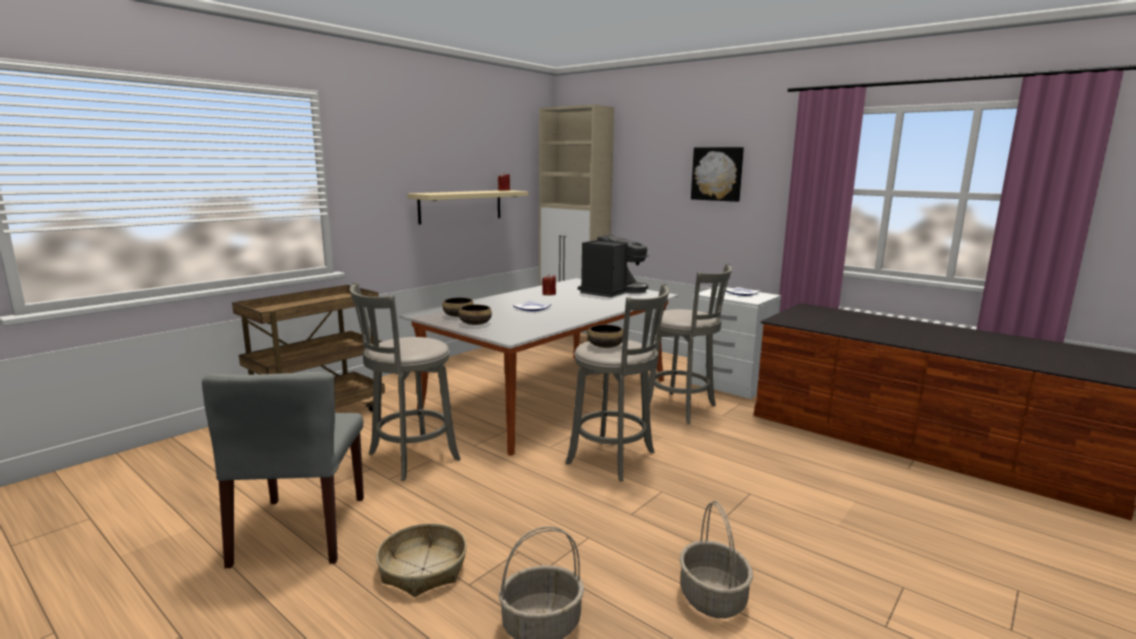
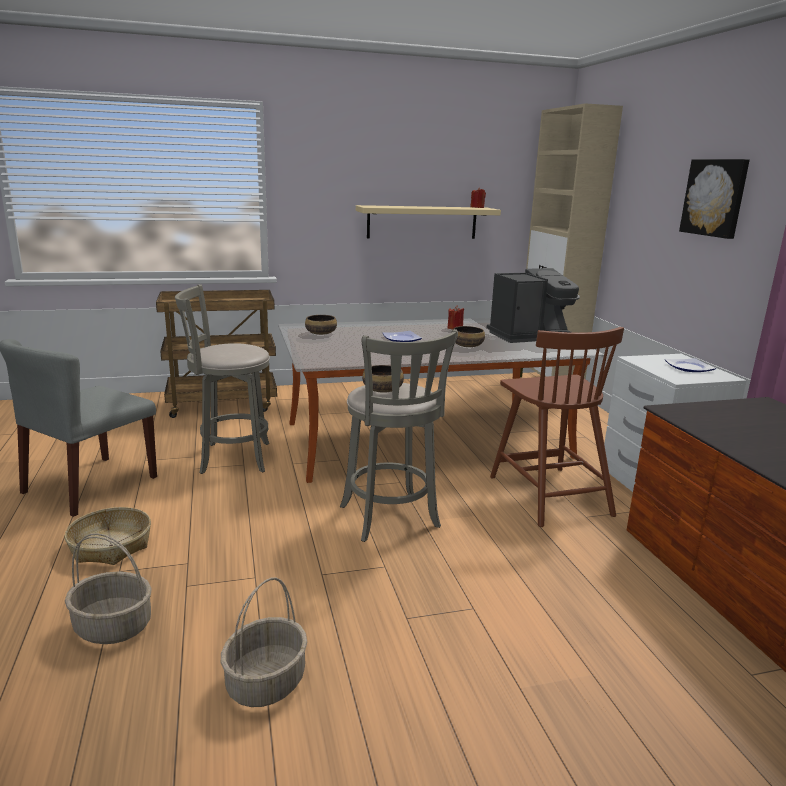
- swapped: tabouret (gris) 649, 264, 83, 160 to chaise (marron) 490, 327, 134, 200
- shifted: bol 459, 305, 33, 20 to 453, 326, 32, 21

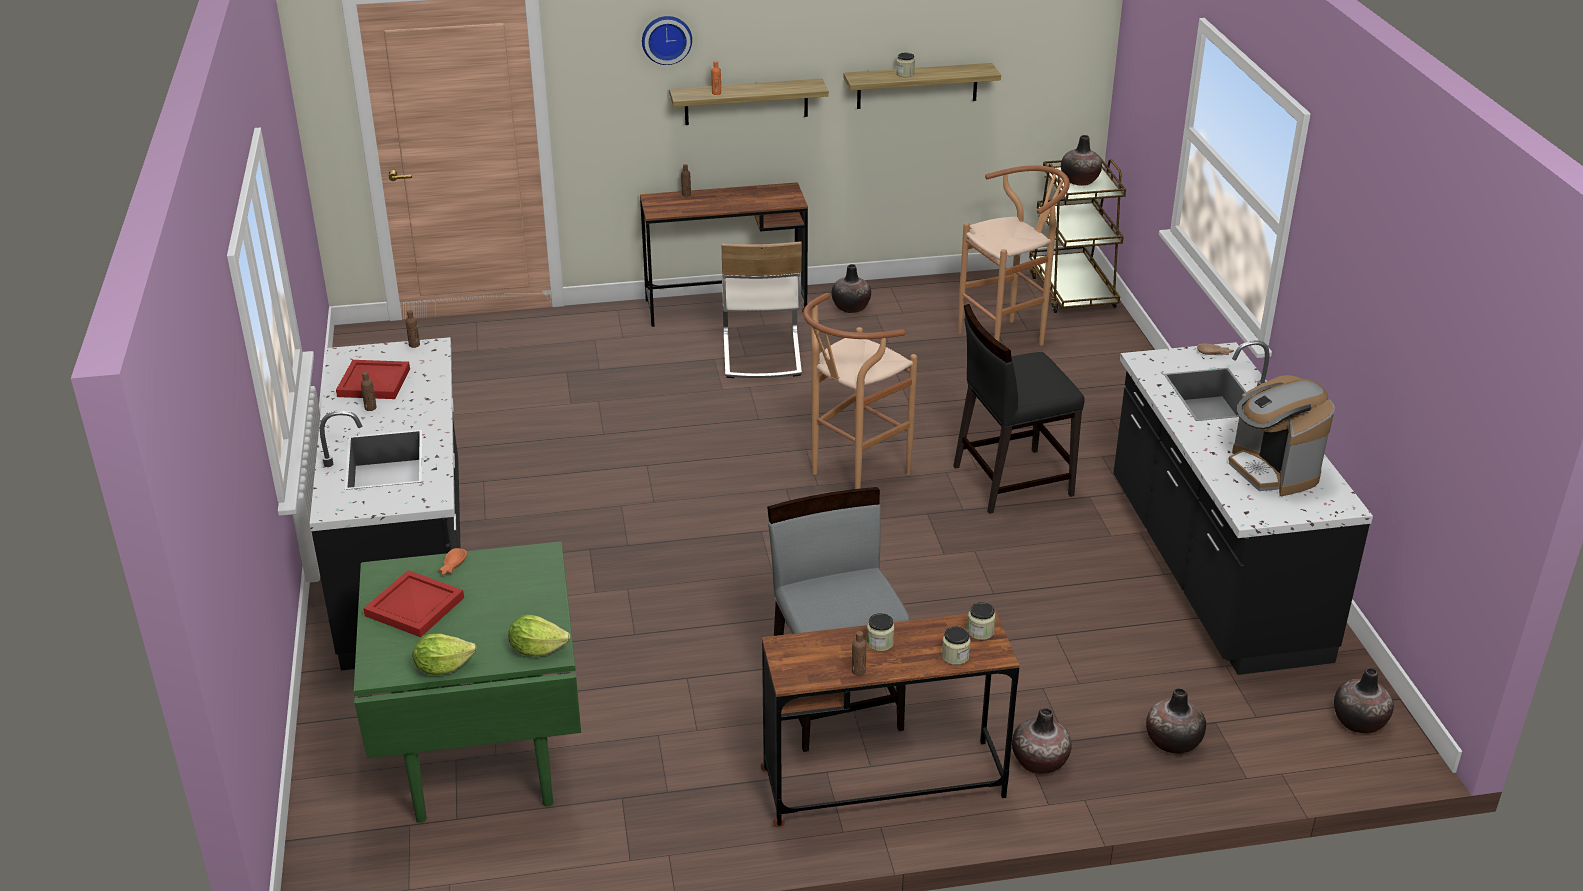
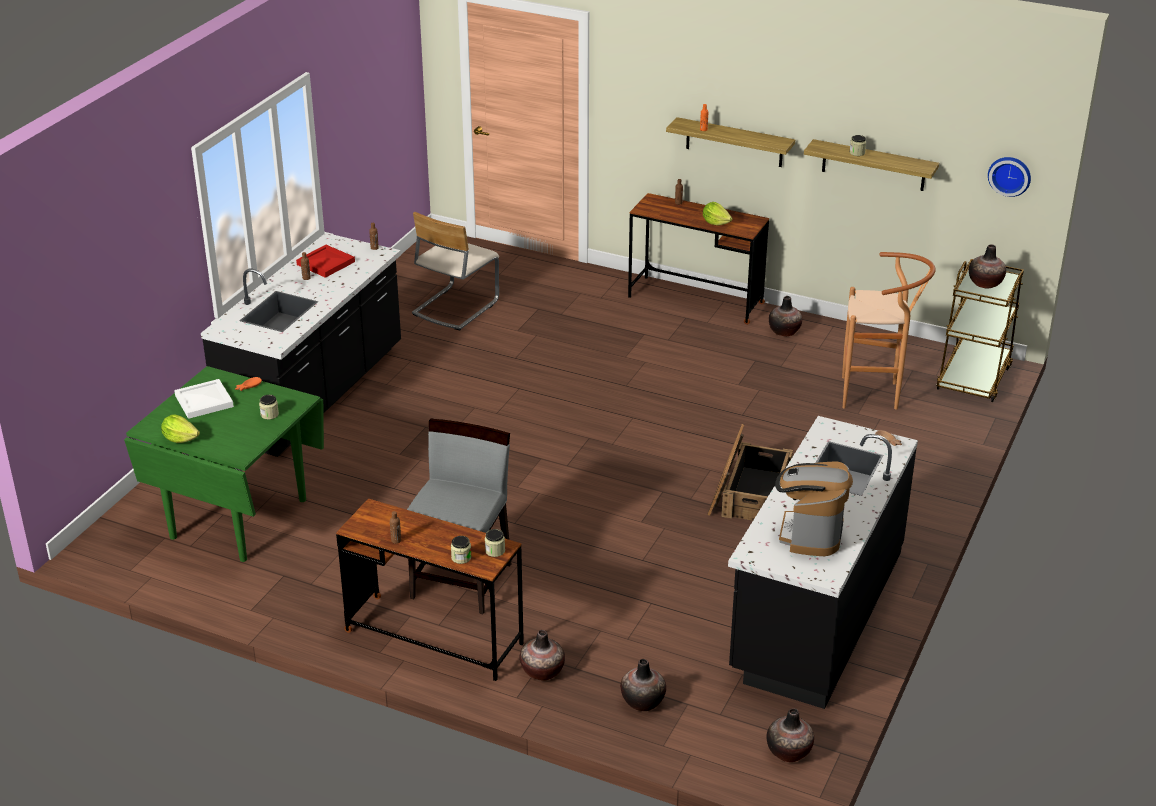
- shifted: horloge murale 642, 16, 50, 49 to 988, 157, 43, 40
- shifted: chaise (beige) 721, 241, 81, 137 to 412, 212, 87, 118
- gone: tabouret (marron) 803, 293, 114, 196
- swapped: chaise (noir) 953, 304, 132, 210 to caisse 707, 424, 86, 97
- repainted: plateau (rouge) 363, 570, 101, 67 to plateau (blanc) 174, 379, 60, 40
- shifted: bocal 866, 613, 29, 38 to 259, 395, 20, 25
- shifted: laitue 508, 615, 62, 42 to 703, 202, 29, 23

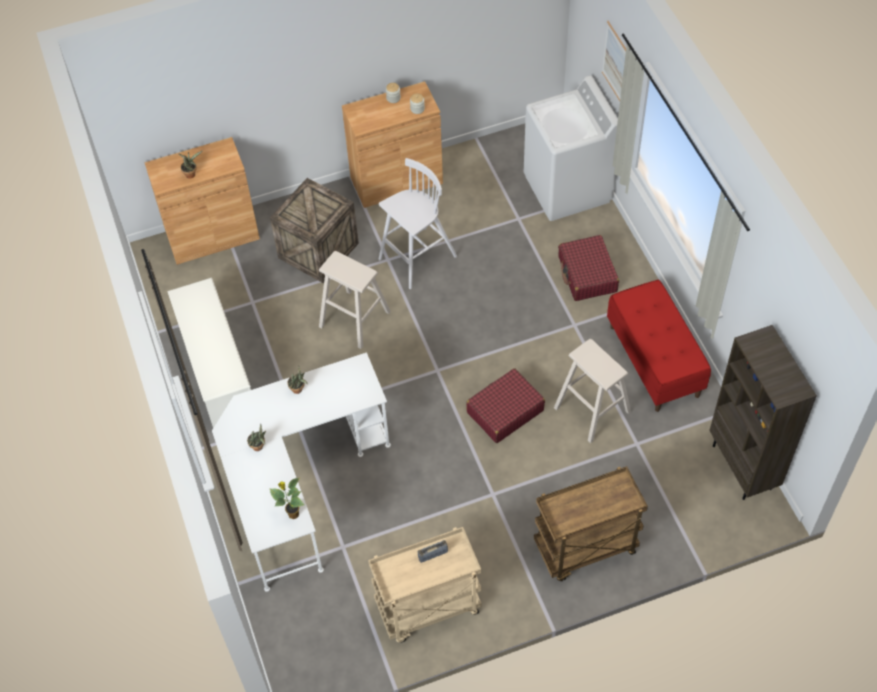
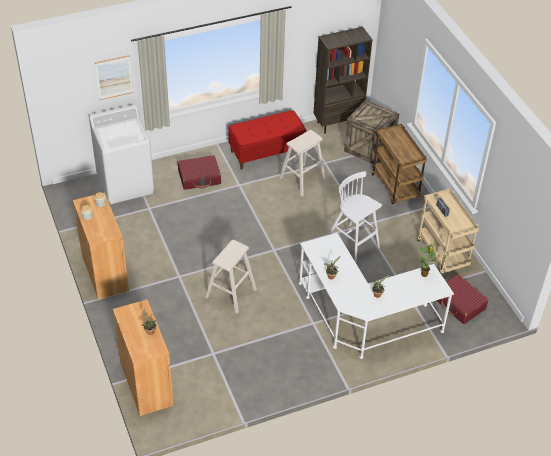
- shifted: tabouret (blanc) 379, 158, 78, 131 to 328, 171, 54, 92
- shifted: caisse 270, 178, 89, 105 to 344, 100, 55, 64
- gone: étagère à chaussures (blanc) 167, 278, 84, 150
- shifted: valise (rouge) 466, 368, 79, 75 to 436, 274, 52, 50

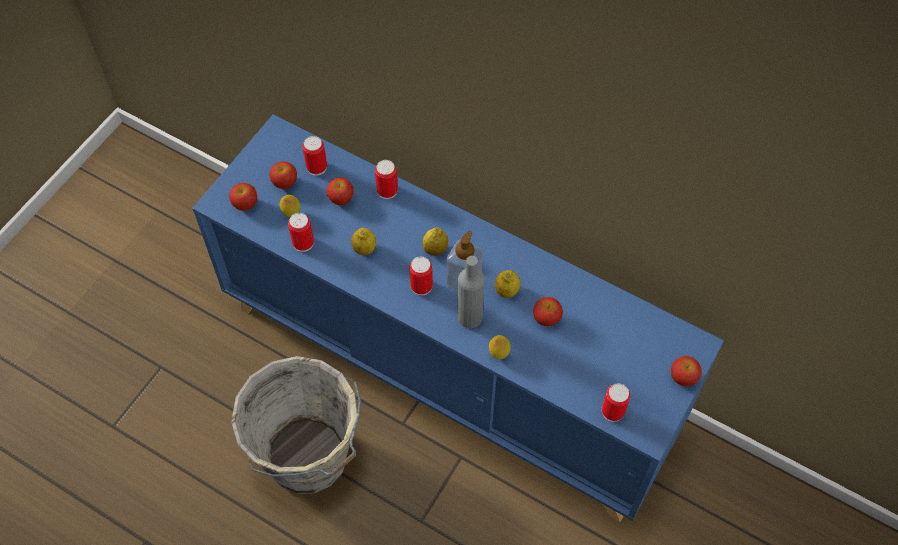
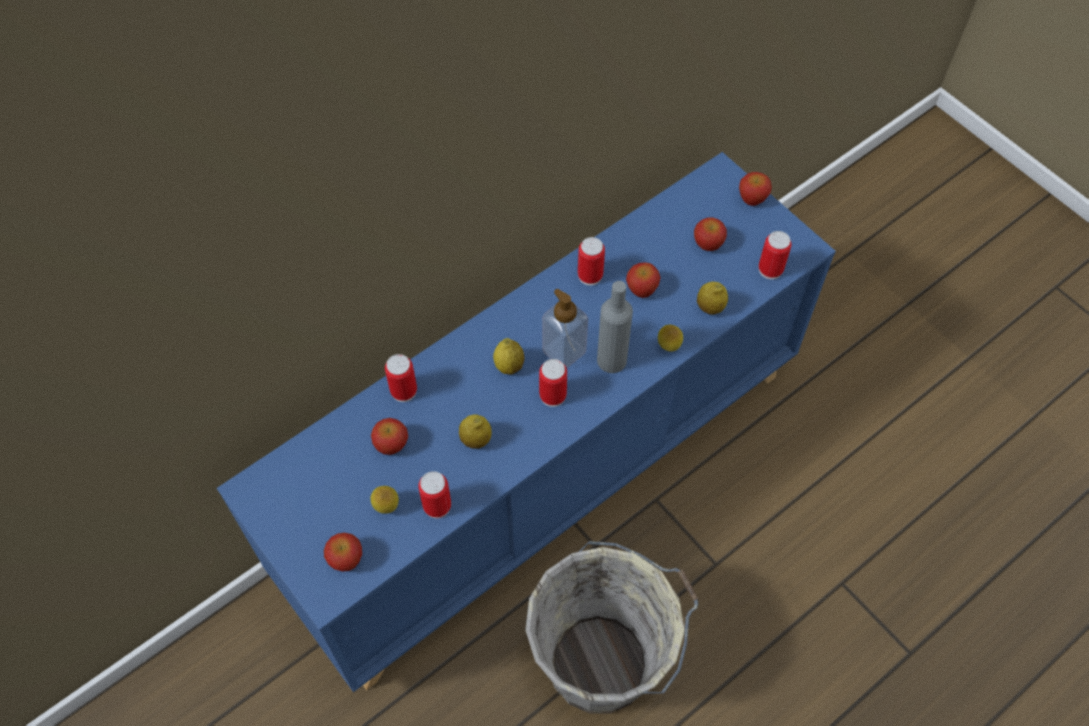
- shifted: boîte métallique 303, 136, 24, 40 to 578, 237, 27, 49
- shifted: pomme 269, 161, 28, 28 to 694, 217, 33, 34
- shifted: citron 495, 270, 25, 28 to 697, 282, 31, 33

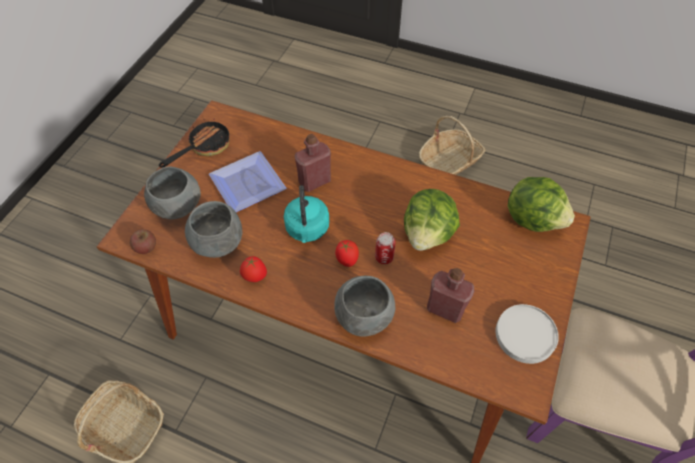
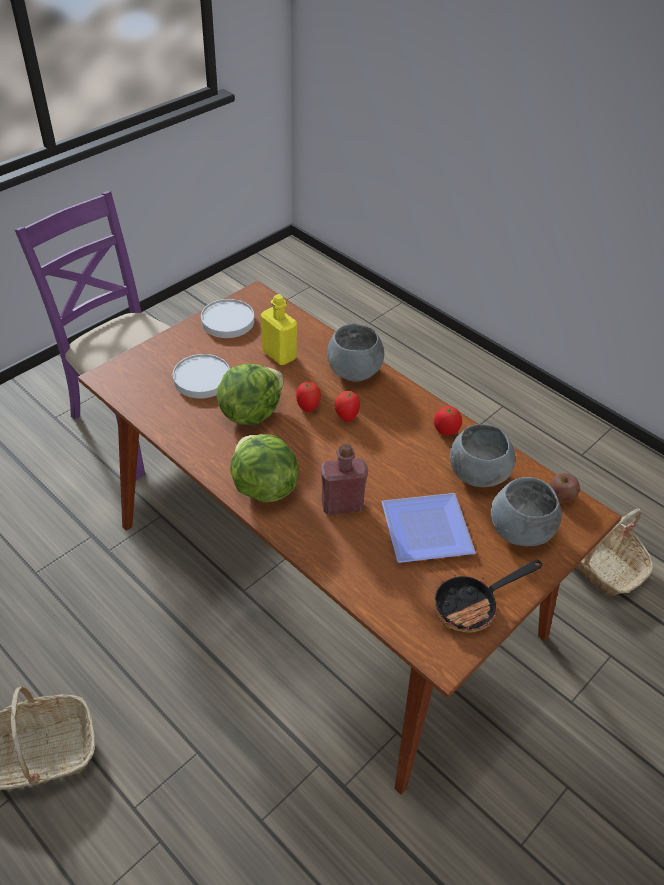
- shifted: laitue 508, 177, 67, 55 to 230, 434, 69, 68
- gone: bouilloire (turquoise) 284, 185, 45, 58
- swapped: boîte métallique 375, 232, 21, 32 to tomate 296, 382, 25, 30
- repainted: bouteille (rouge) 427, 268, 47, 55 to bouteille (jaune) 261, 294, 36, 71
- new: assiette (blanc) 173, 354, 57, 44

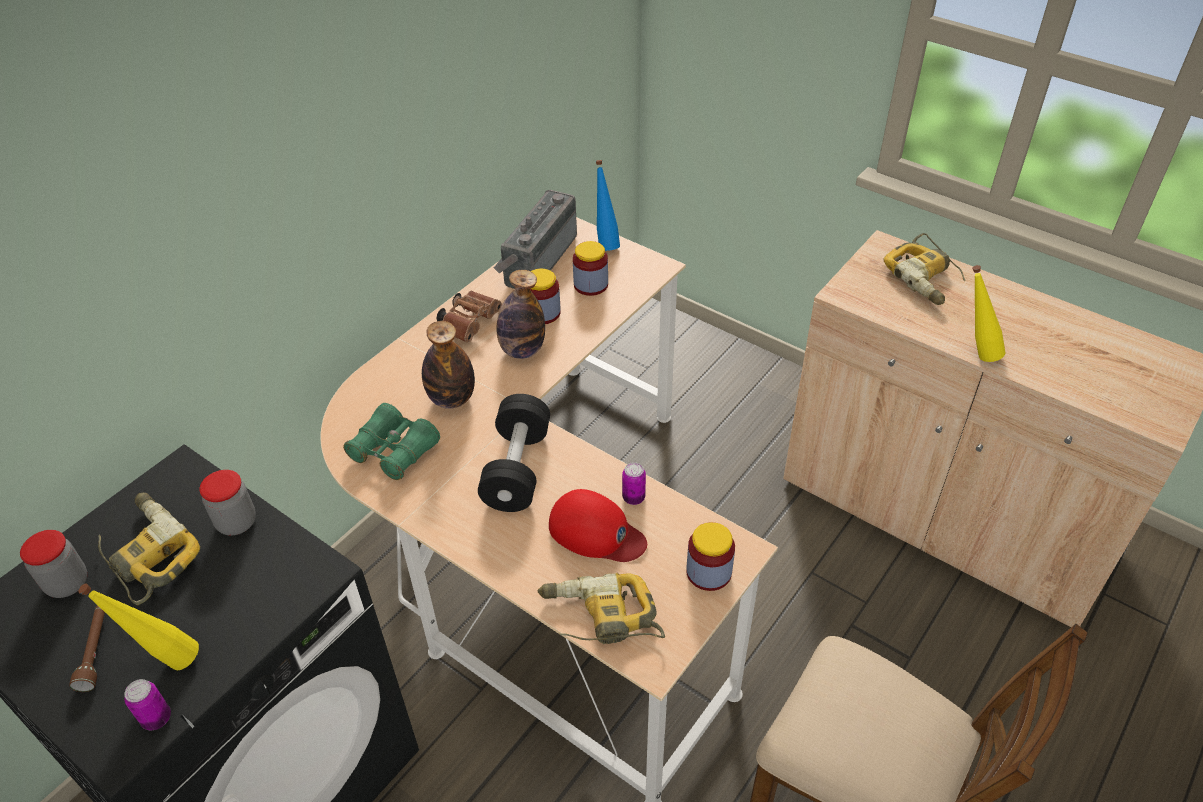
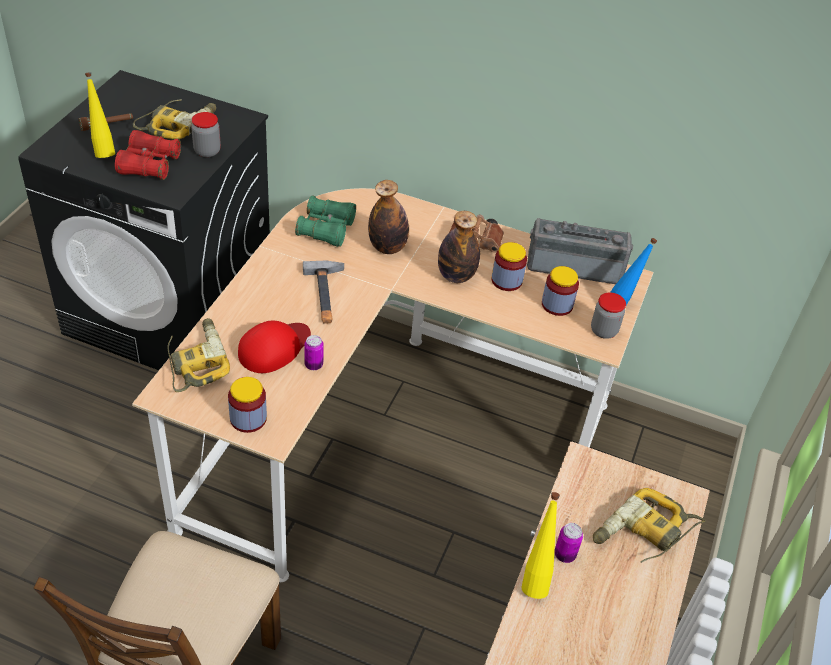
- swapped: haltère (noir) 478, 394, 72, 118 to marteau 303, 260, 41, 64
- rotated: casquette (rouge) 549, 489, 98, 73 = 238, 321, 73, 52 150 degrees counterclockwise
- shifted: bocal 20, 530, 67, 68 to 591, 292, 35, 47
- shifted: boîte métallique 124, 679, 47, 51 to 554, 523, 29, 40
- new: jumelles (rouge) 115, 130, 66, 50

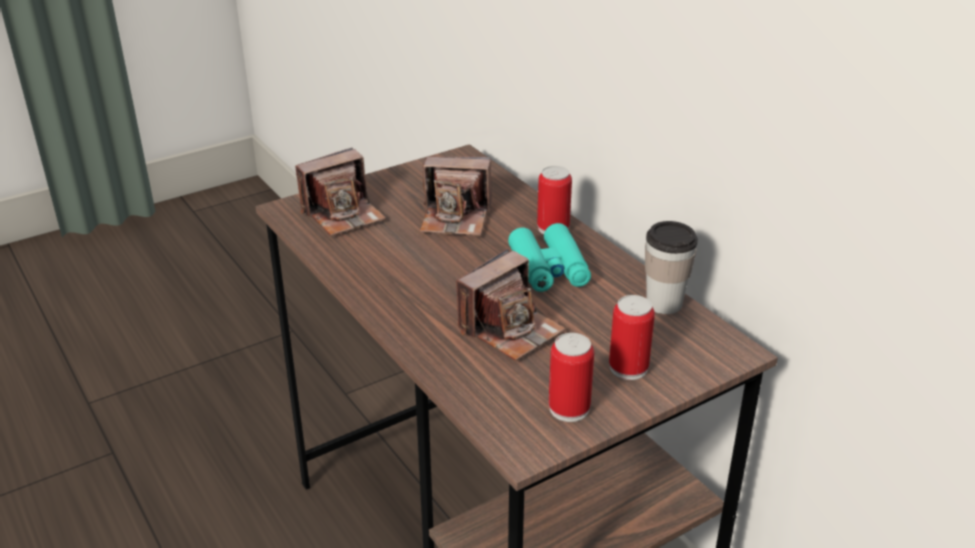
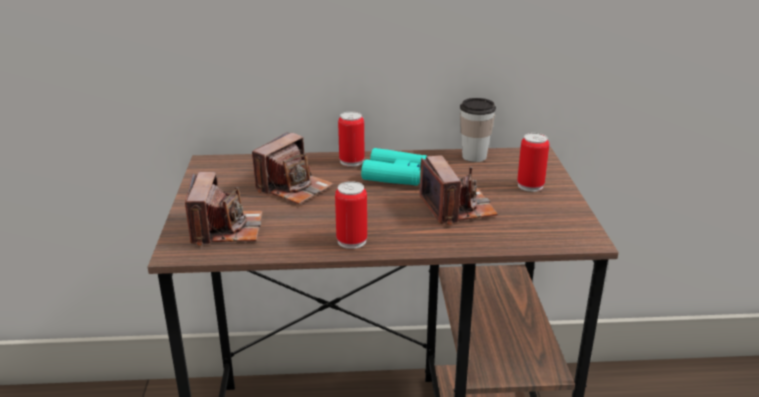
- shifted: boîte métallique 549, 333, 45, 89 to 335, 181, 32, 68

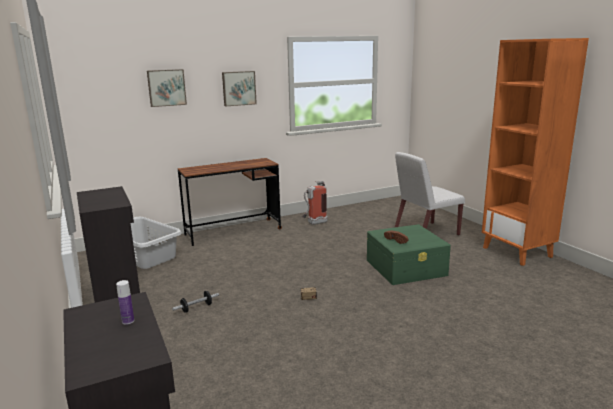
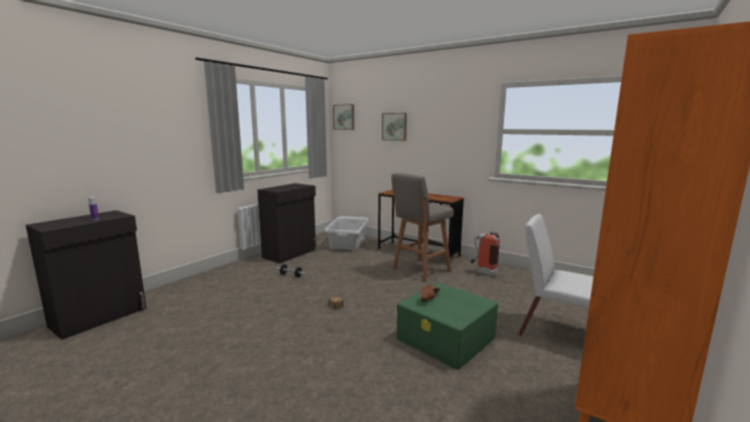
- shifted: tableau 222, 71, 35, 35 to 333, 104, 21, 26
- new: tabouret (gris) 391, 173, 63, 109

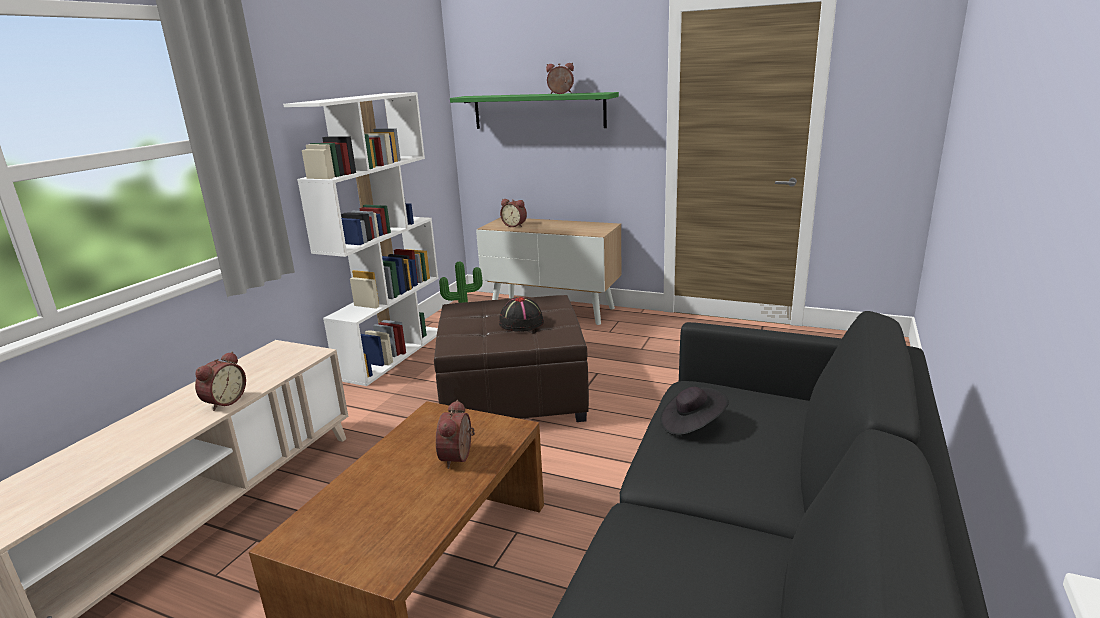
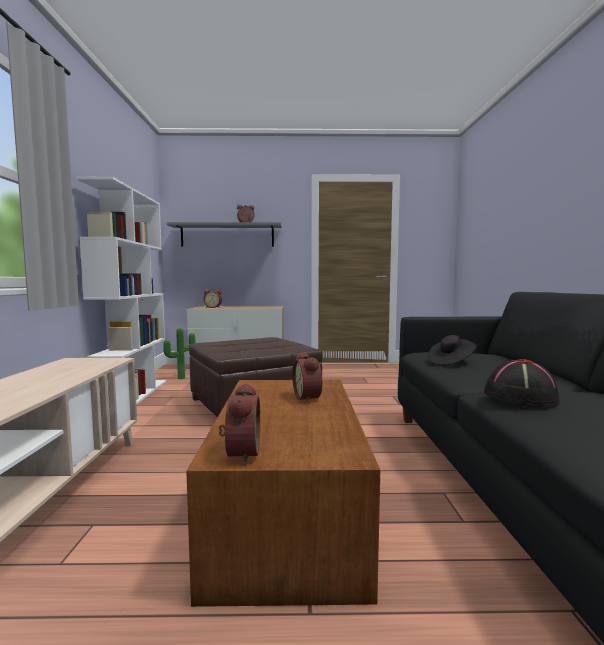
- repainted: étagère (vert) 450, 92, 169, 37 to étagère (gris) 166, 222, 116, 25
- shifted: chapeau (noir) 499, 297, 45, 35 to 484, 359, 76, 49
- shifted: réveil 195, 351, 51, 60 to 219, 383, 41, 82

